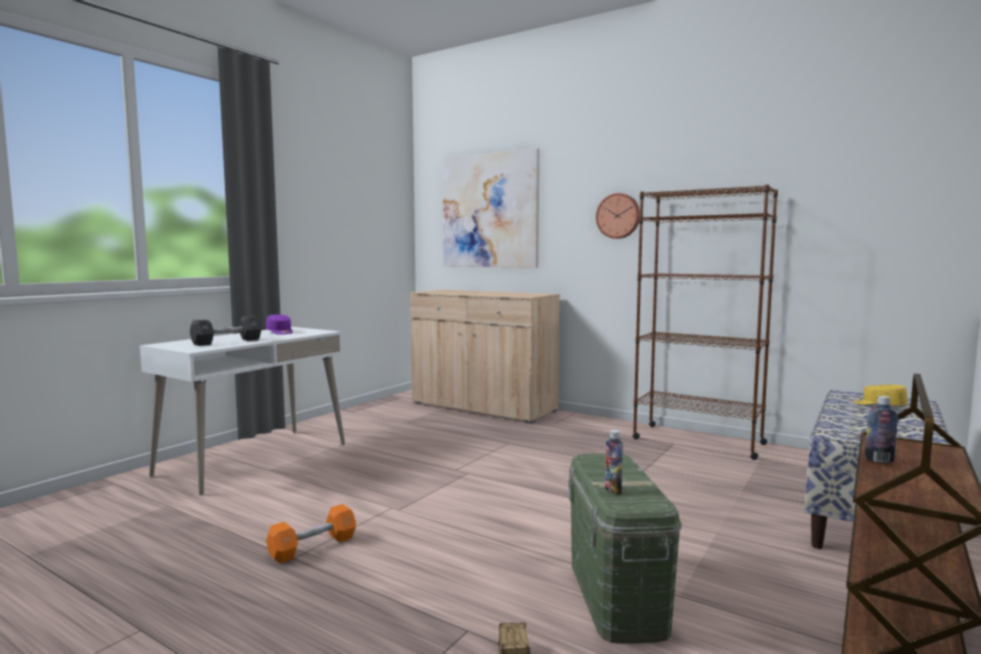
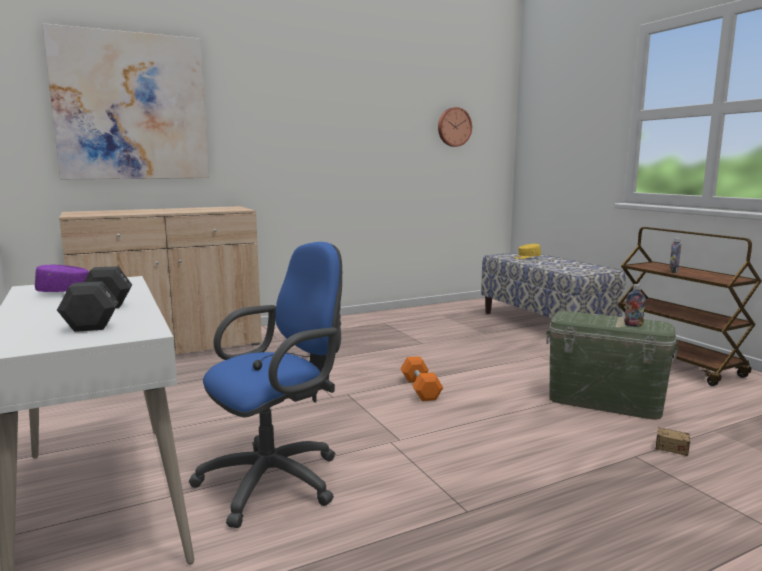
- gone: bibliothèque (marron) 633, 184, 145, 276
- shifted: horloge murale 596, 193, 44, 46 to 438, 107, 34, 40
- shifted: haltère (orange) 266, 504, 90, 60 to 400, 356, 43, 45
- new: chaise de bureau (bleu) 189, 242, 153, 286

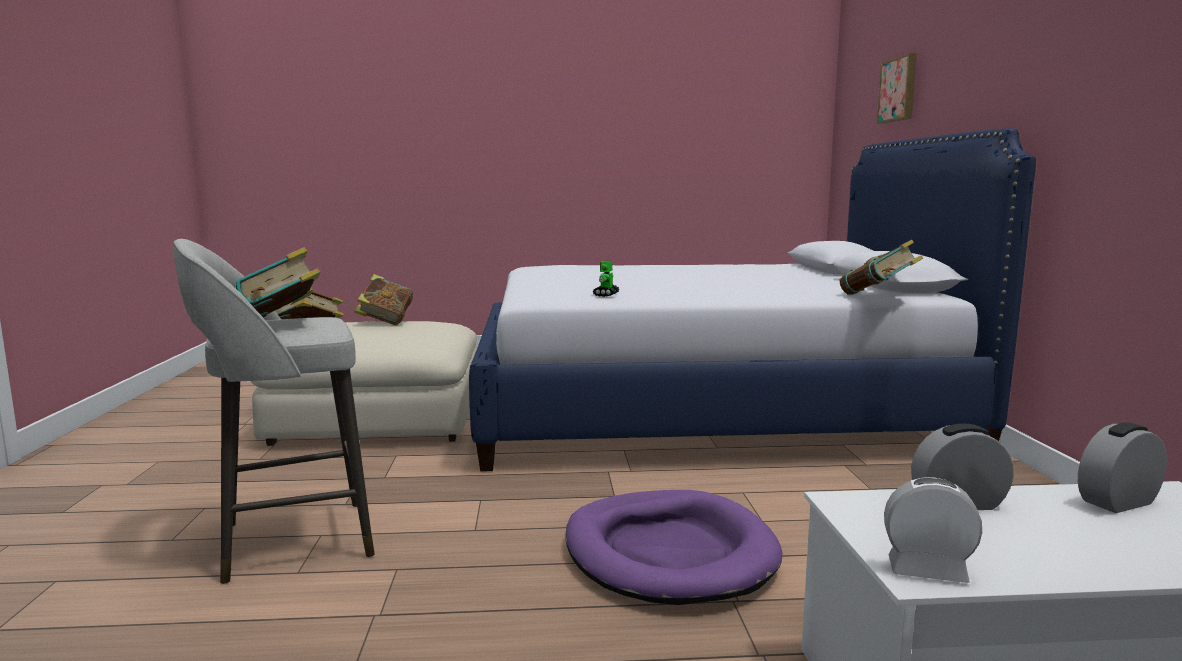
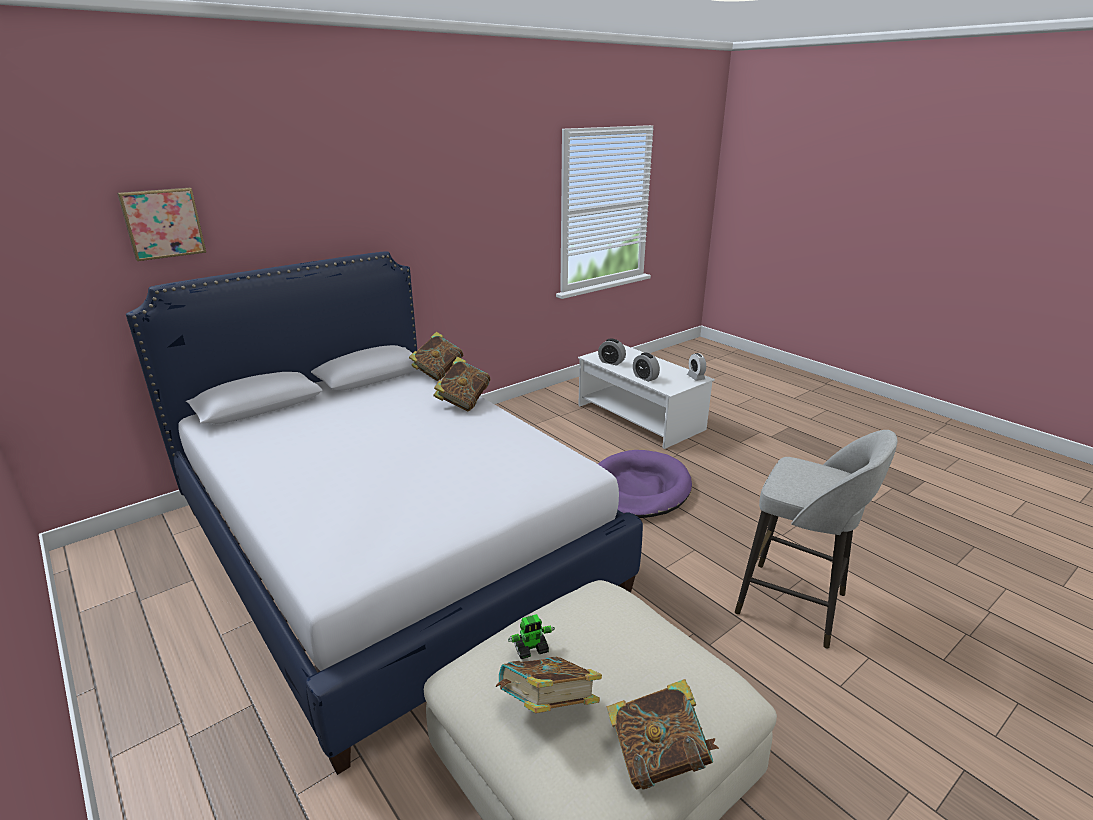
- shifted: livre 234, 247, 86, 70 to 433, 357, 57, 54
- shifted: robot jouet 592, 261, 27, 36 to 508, 614, 47, 45

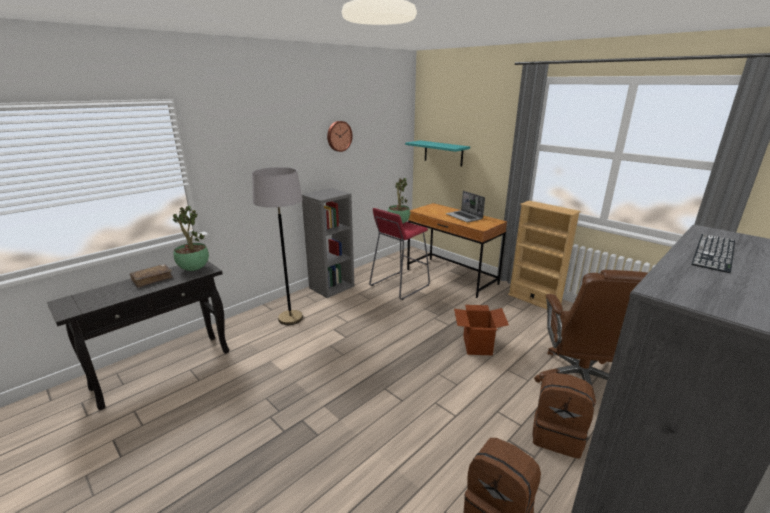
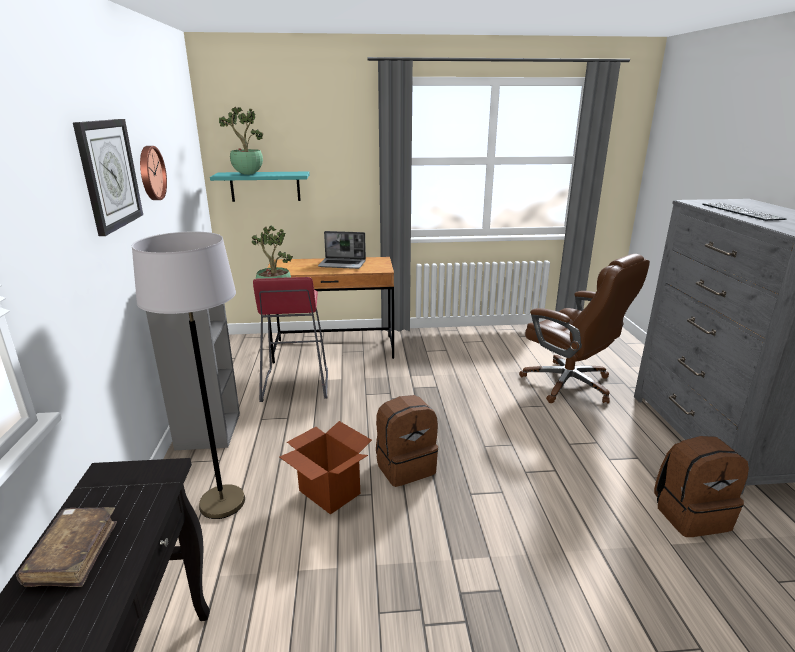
- gone: bibliothèque (beige) 508, 201, 73, 108
- shifted: plante en pot 173, 206, 36, 65 to 219, 107, 44, 68
- shifted: carton 454, 305, 55, 50 to 280, 421, 92, 94
- shifted: sac à dos (marron) 533, 373, 61, 86 to 376, 395, 62, 92
- new: horloge murale 73, 119, 70, 117

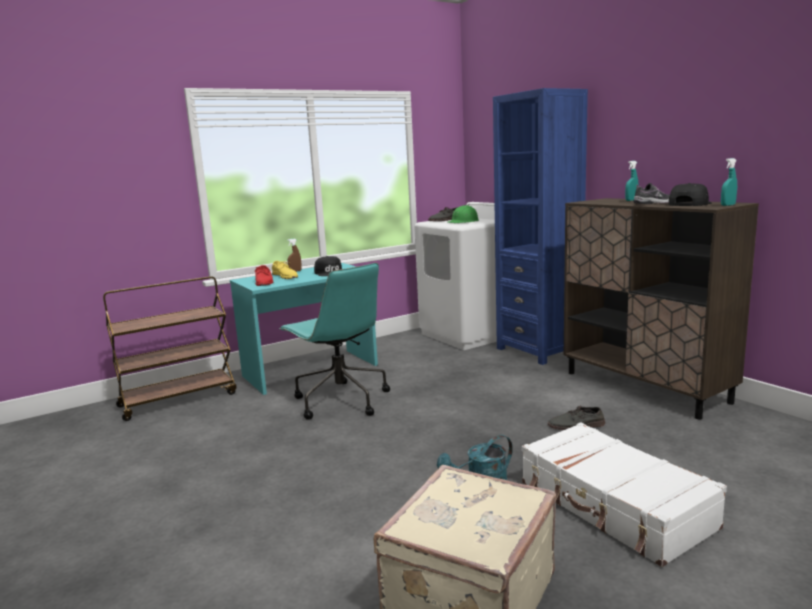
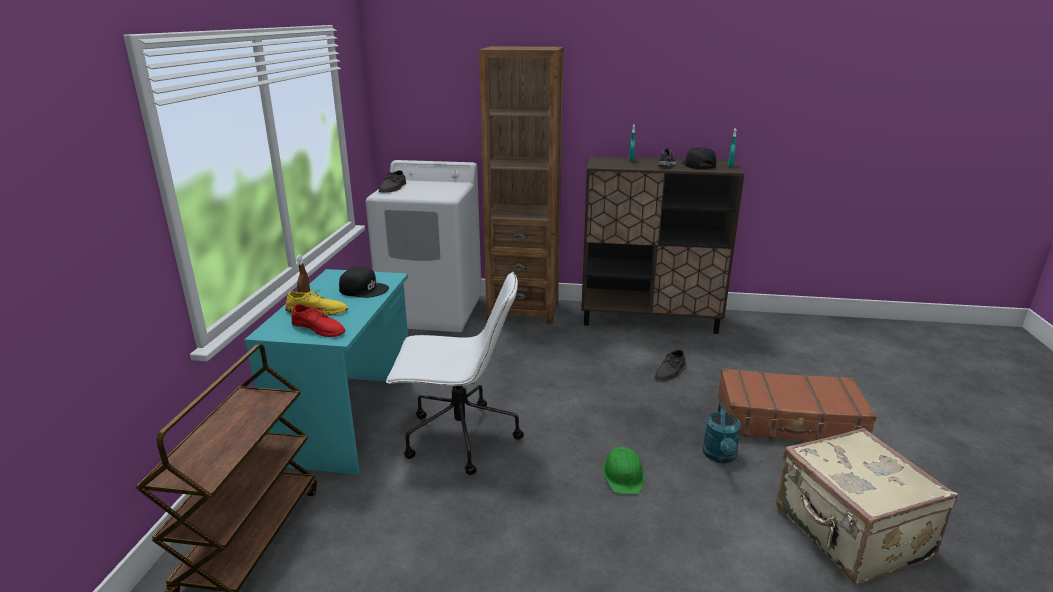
- repainted: bibliothèque (bleu) 493, 88, 95, 277 to bibliothèque (marron) 479, 46, 85, 278
- shifted: casque de chantier (vert) 447, 205, 32, 18 to 603, 446, 41, 48
- repainted: chaise de bureau (turquoise) 279, 263, 111, 156 to chaise de bureau (blanc) 386, 271, 138, 204
- repainted: valise (blanc) 522, 422, 205, 145 to valise (marron) 718, 368, 159, 73

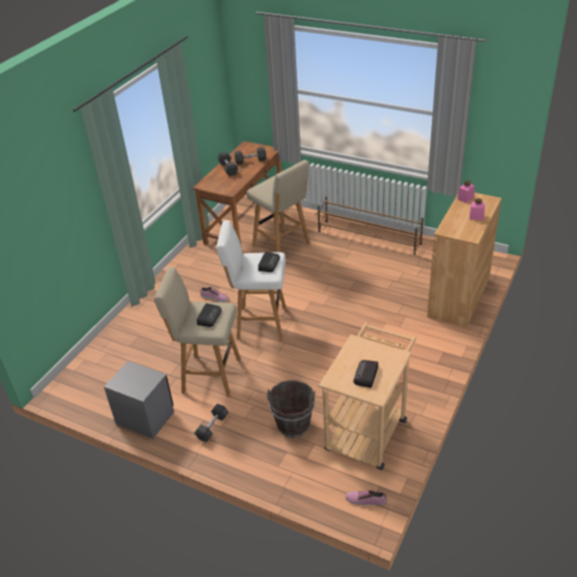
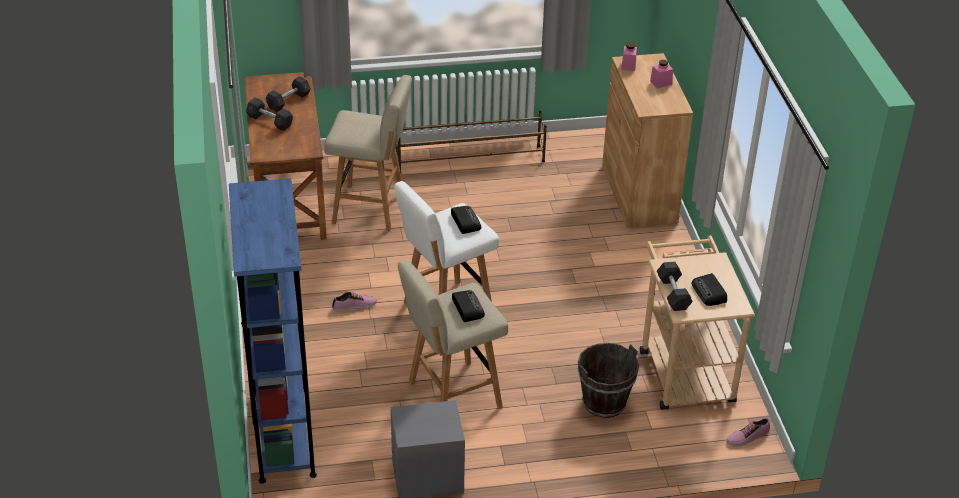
- shifted: haltère (gris) 195, 404, 34, 38 to 657, 262, 36, 49
- new: bibliothèque (bleu) 229, 178, 88, 306

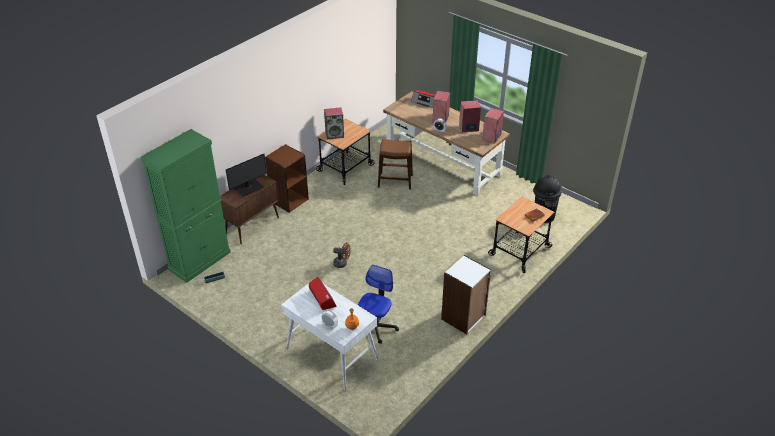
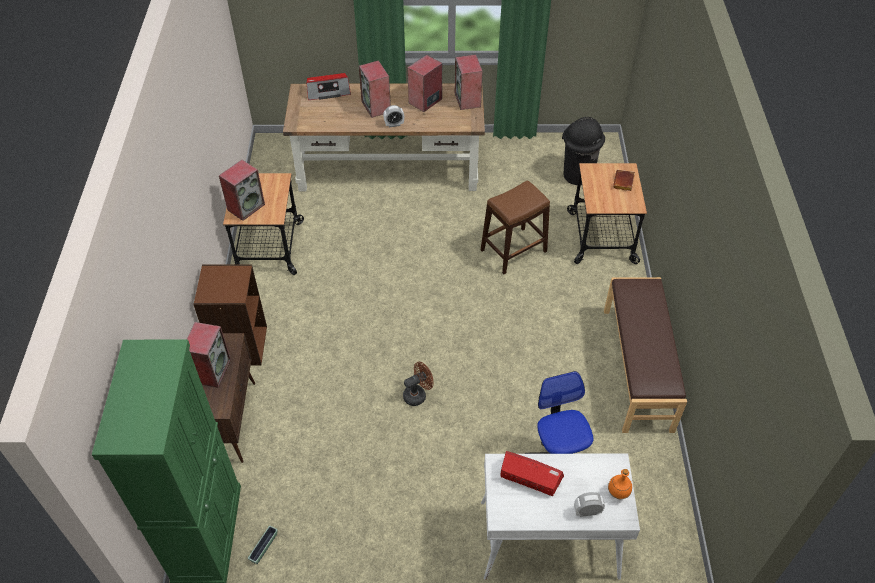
- shifted: tabouret (marron) 378, 139, 35, 51 to 481, 181, 69, 93
- swapped: écran d'ordinateur 226, 154, 41, 43 to enceinte 186, 322, 45, 66
- swapped: bibliothèque (blanc) 441, 255, 50, 79 to banc (marron) 604, 277, 83, 156

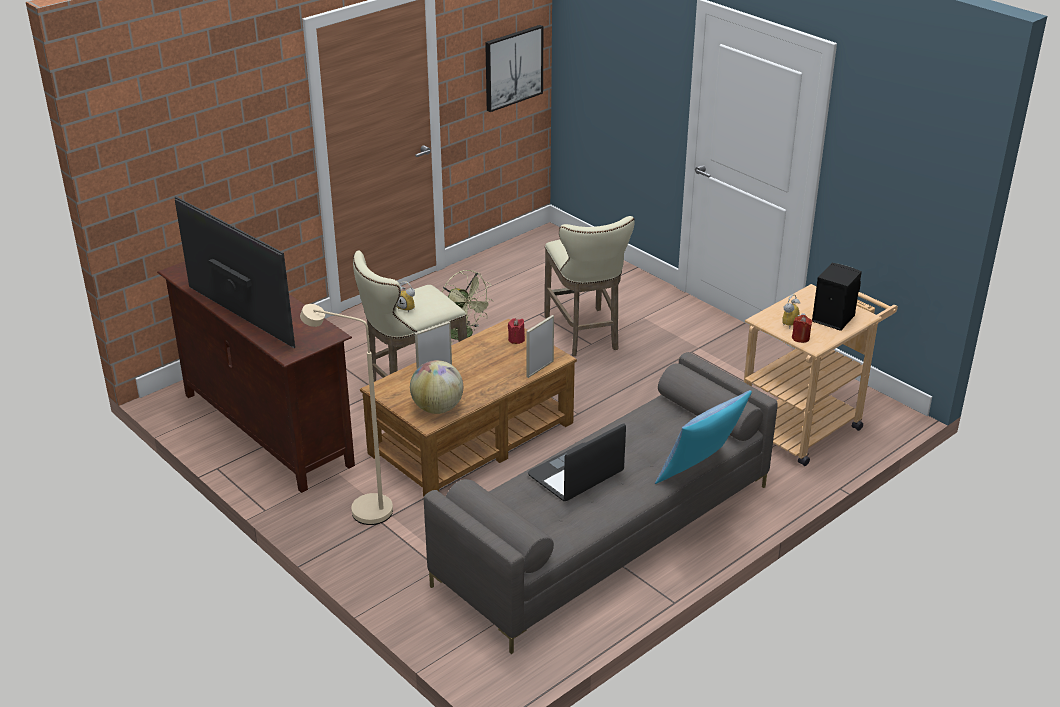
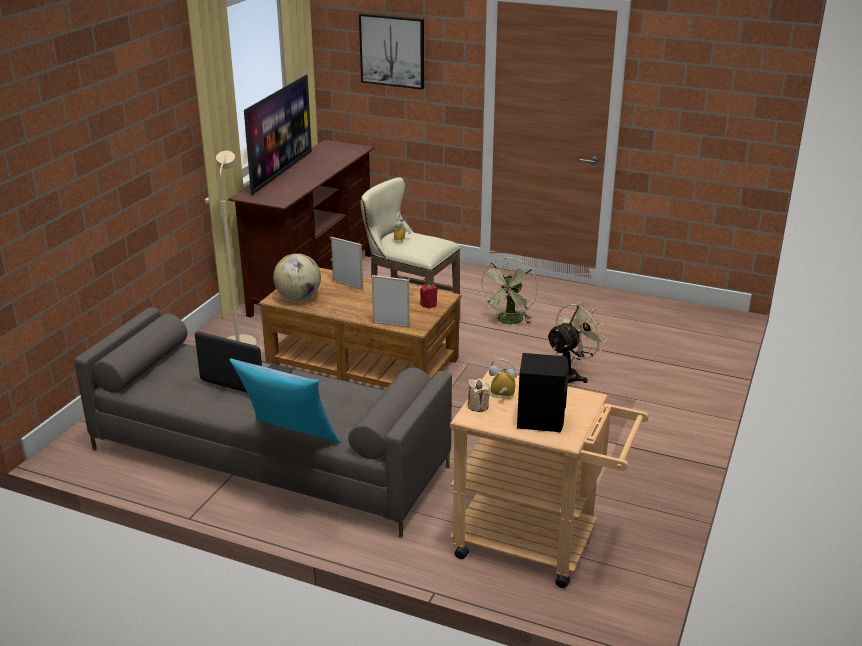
- shifted: tableau 485, 25, 58, 87 to 359, 13, 65, 76
- swapped: tabouret (beige) 544, 216, 91, 140 to ventilateur (beige) 546, 301, 61, 82
- repainted: bougie (rouge) 792, 315, 21, 28 to bougie (beige) 467, 379, 23, 33

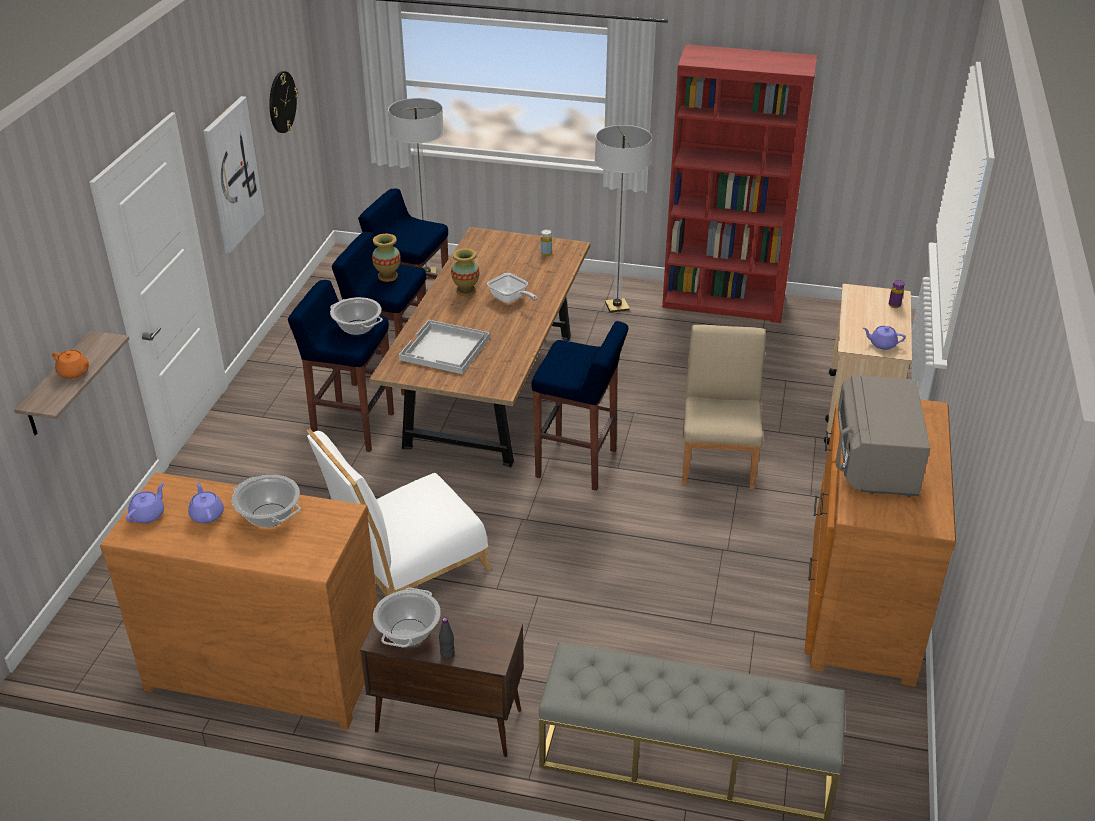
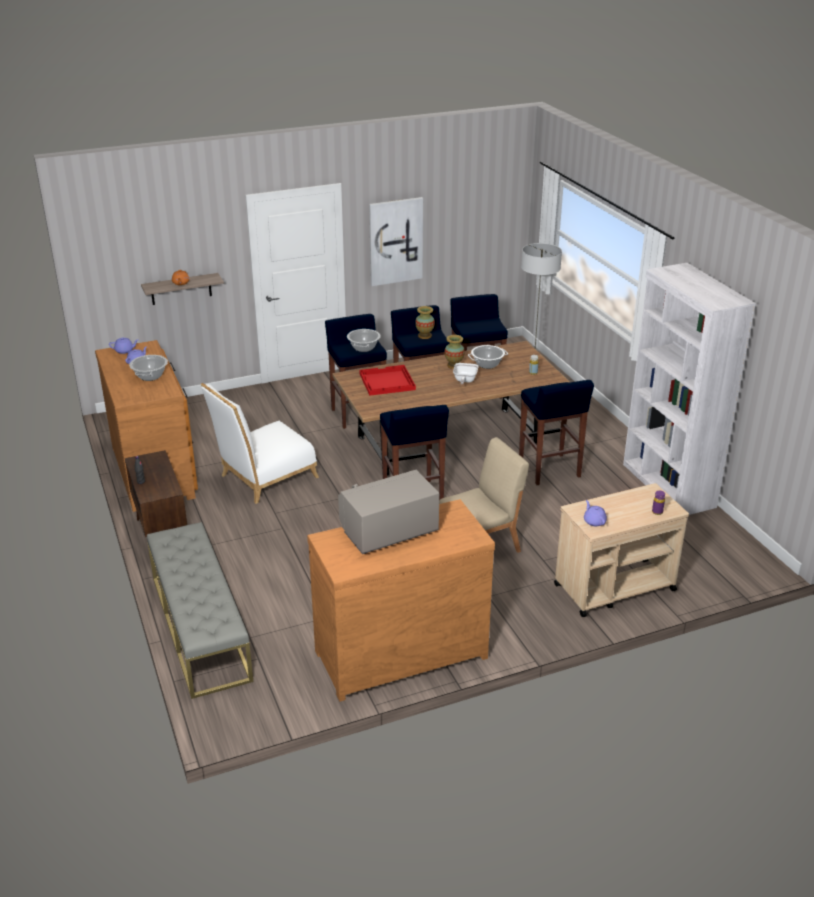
- repainted: bibliothèque (rouge) 662, 44, 155, 279 to bibliothèque (blanc) 623, 263, 133, 252
- gone: horloge murale 269, 71, 29, 62
- gone: lampadaire 595, 125, 57, 188
- repainted: plateau (blanc) 399, 320, 91, 54 to plateau (rouge) 359, 365, 57, 31
- rotated: chaise (blanc) 307, 429, 185, 167 = 201, 383, 118, 121 60 degrees counterclockwise
- shifted: marmite 373, 588, 68, 60 to 468, 345, 40, 24
- new: tabouret (bleu) 519, 380, 75, 105

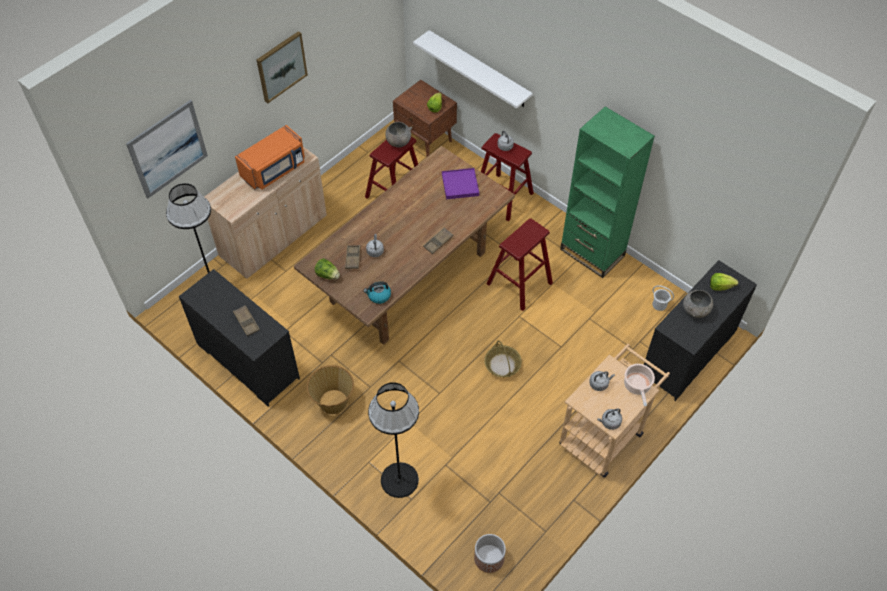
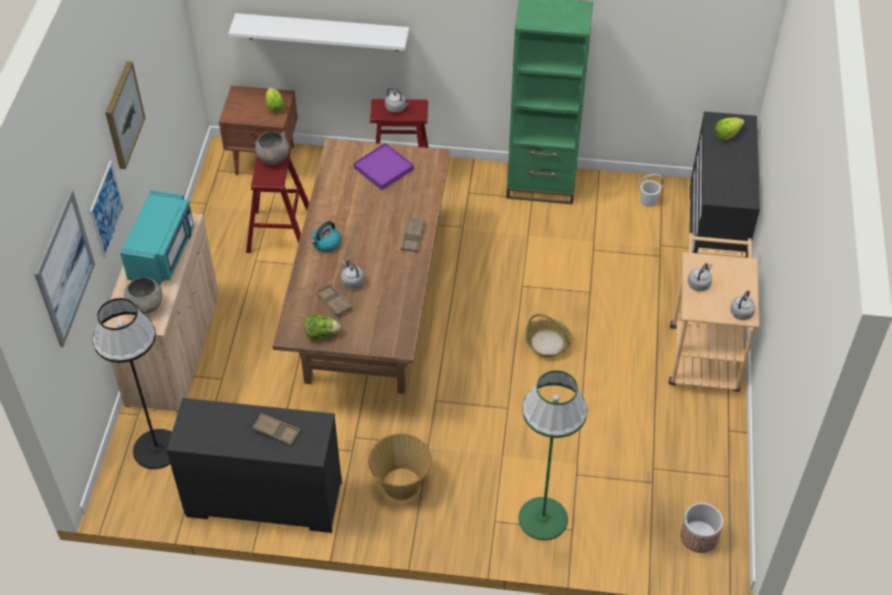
- repainted: micro-ondes (orange) 235, 125, 70, 65 to micro-ondes (turquoise) 120, 189, 74, 96
- gone: tabouret (rouge) 486, 218, 67, 93
- shifted: bouilloire 364, 281, 27, 23 to 311, 221, 30, 31
- shifted: bol (gris) 683, 290, 30, 28 to 124, 277, 38, 37
- gone: marmite 624, 364, 31, 42
- repainted: lampadaire (noir) 368, 382, 51, 116 to lampadaire (vert) 519, 370, 69, 171
- new: tableau 90, 161, 34, 98

